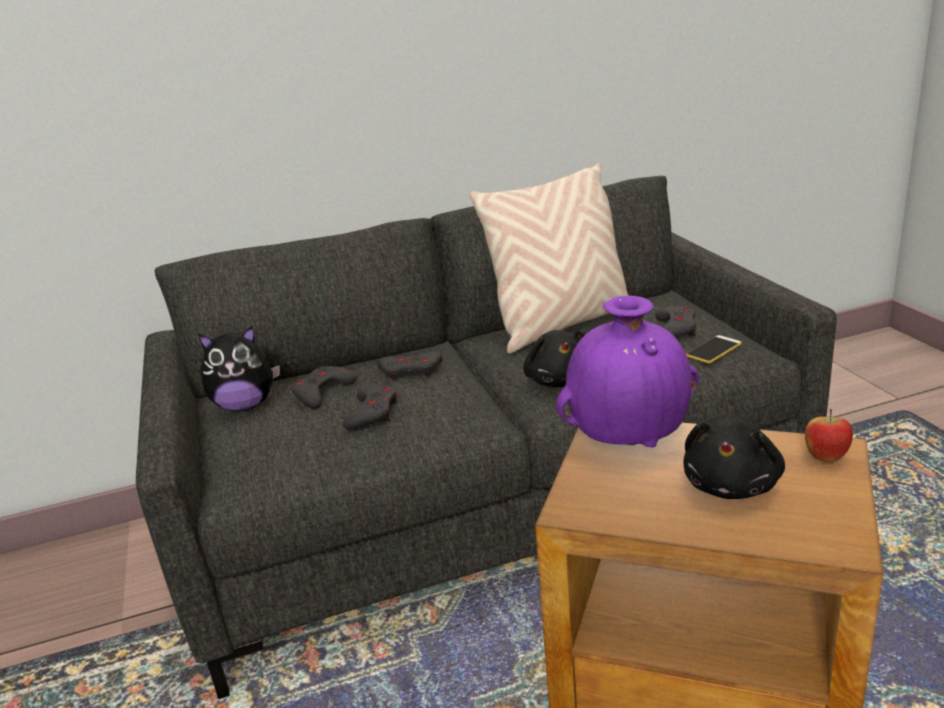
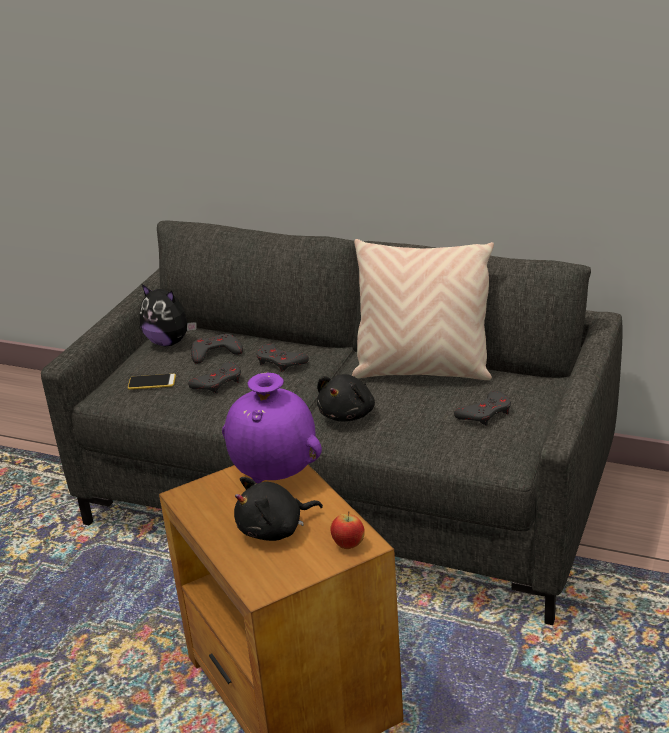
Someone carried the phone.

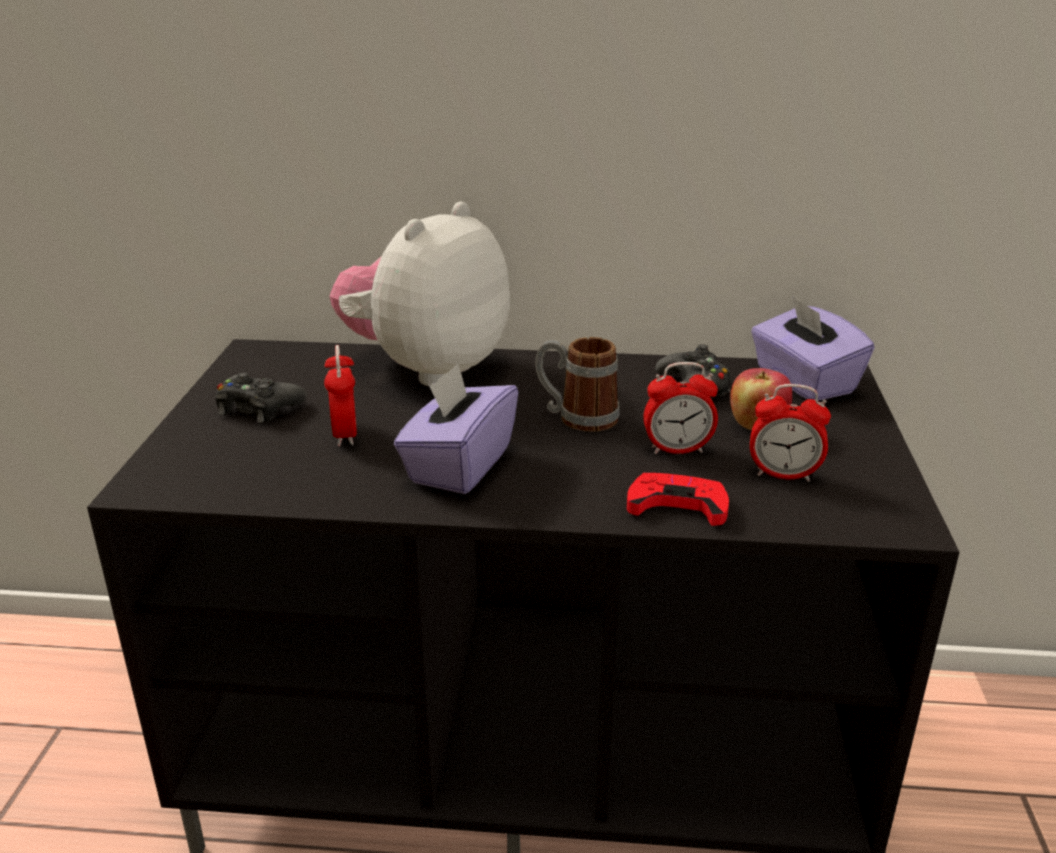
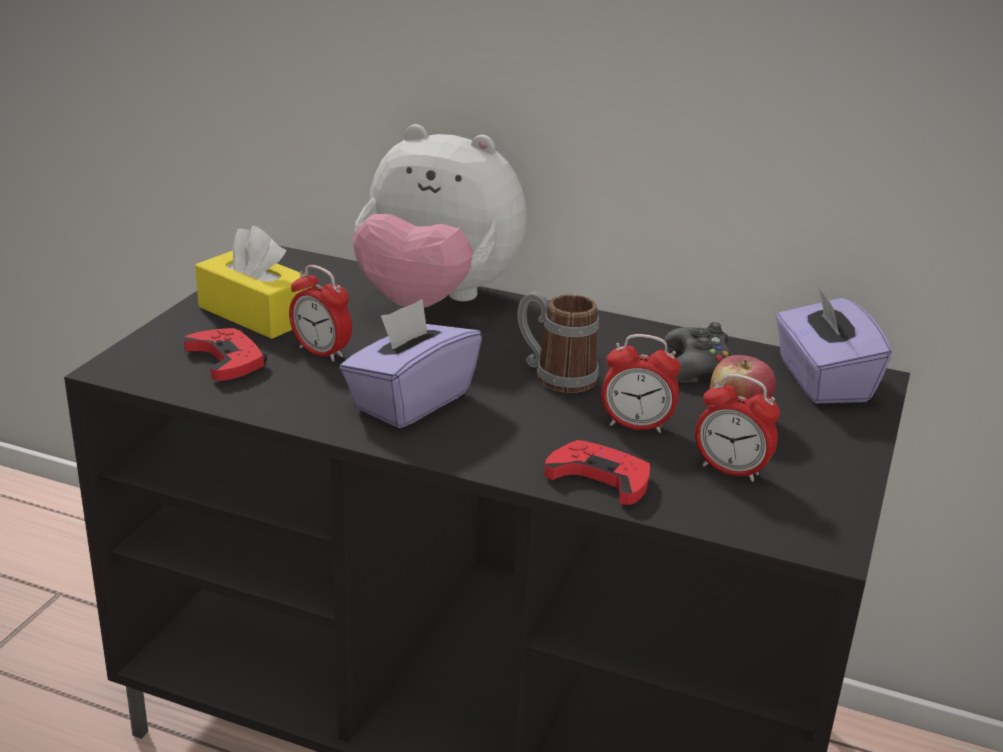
Someone put down the red game controller (no. 1 from left).
Someone swapped the black game controller (no. 1 from left) for the yellow tissue box.
Someone rotated the alarm clock (no. 1 from left) by 120 degrees clockwise.
Someone rotated the plush toy by 120 degrees counterclockwise.

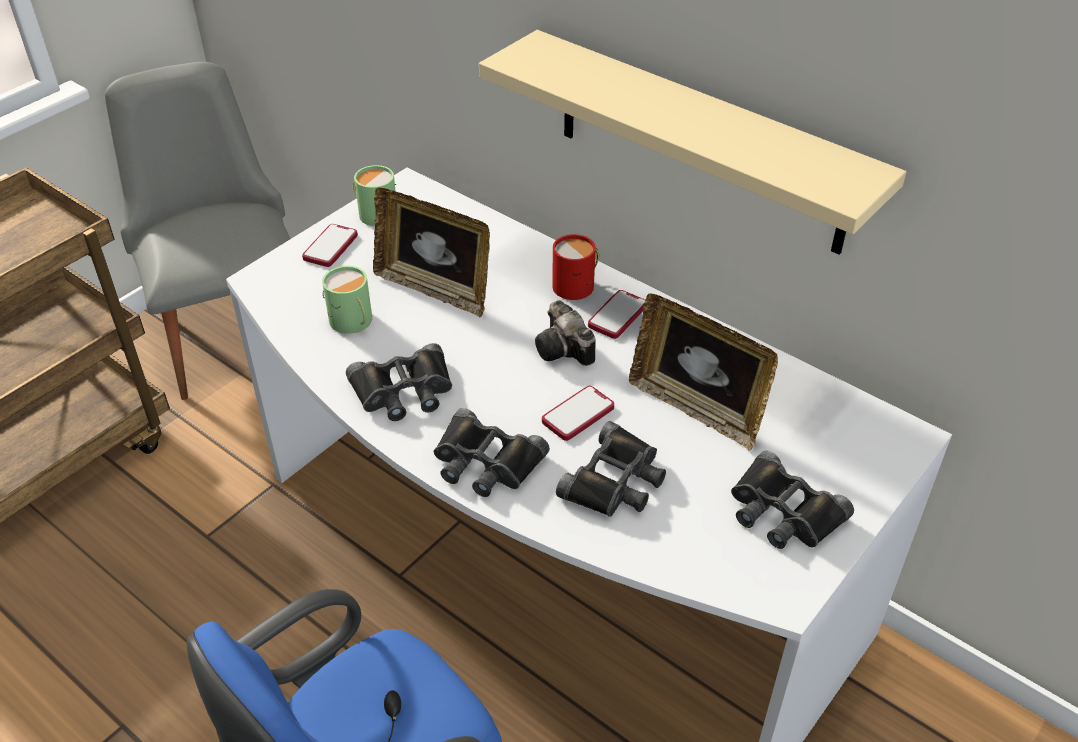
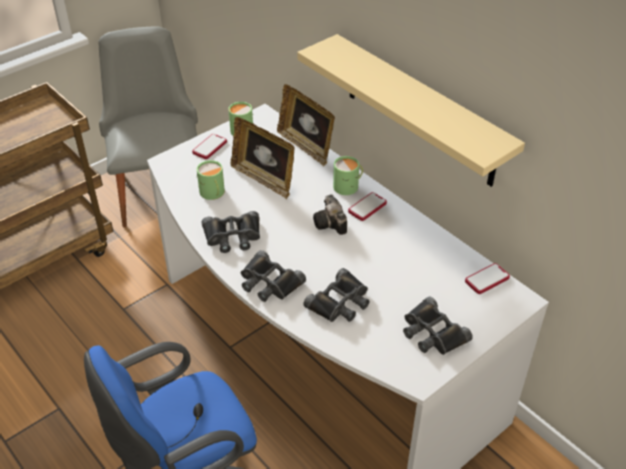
Someone carried the picture frame (no. 2 from left).
Someone repainted the red mug, which became the green mug (no. 3 from left).
Someone carried the phone (no. 2 from left in the first image).

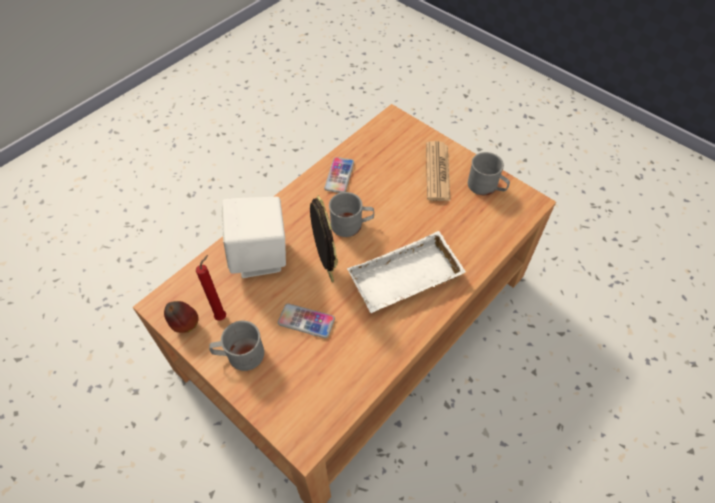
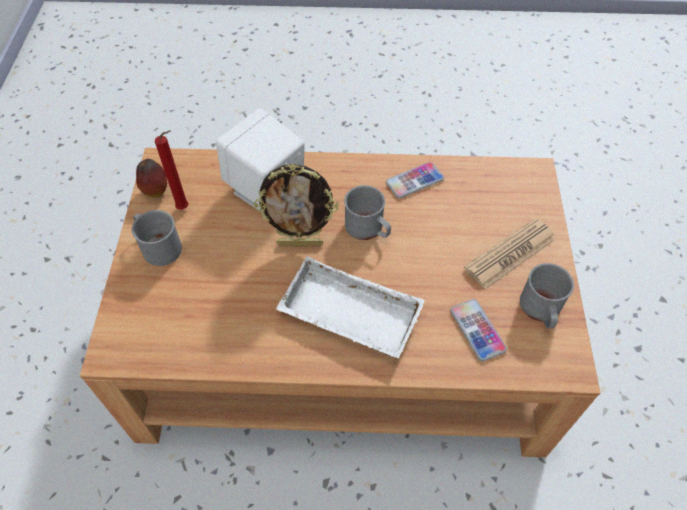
Someone rotated the picture frame by 60 degrees clockwise.
Someone carried the phone (no. 1 from left in the first image).

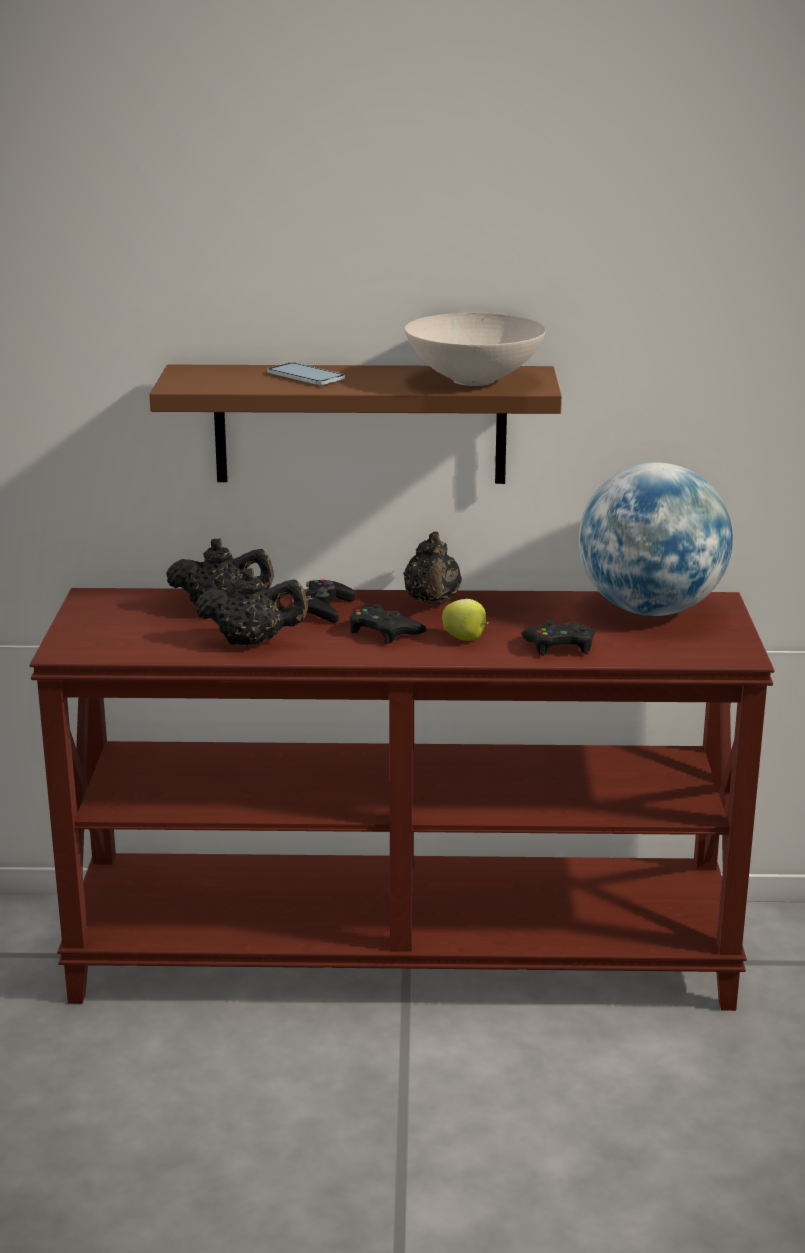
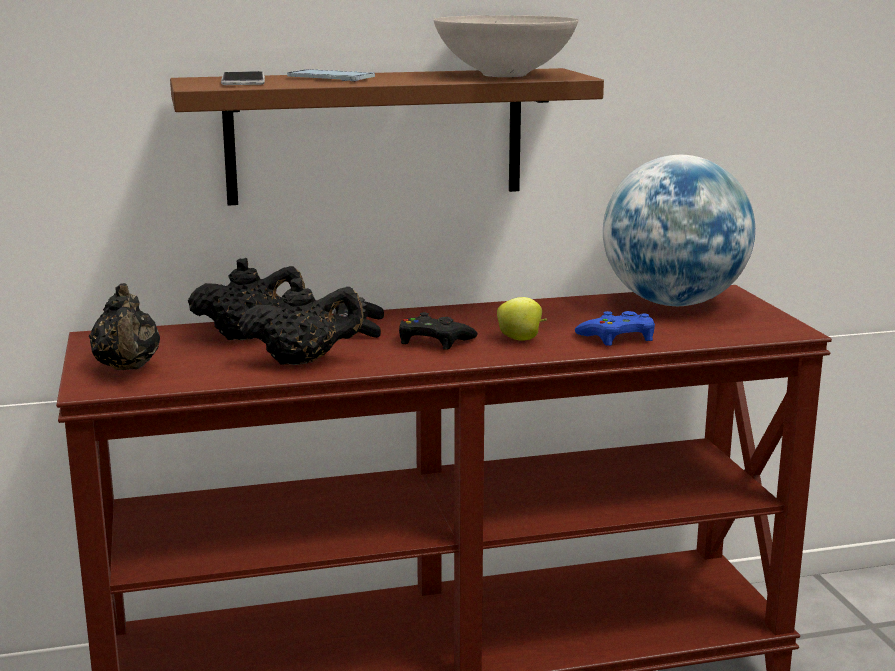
Someone carried the black teapot (no. 3 from left in the first image).
Someone put down the phone (no. 1 from left).
Someone repainted the black game controller (no. 3 from left), which became the blue game controller.

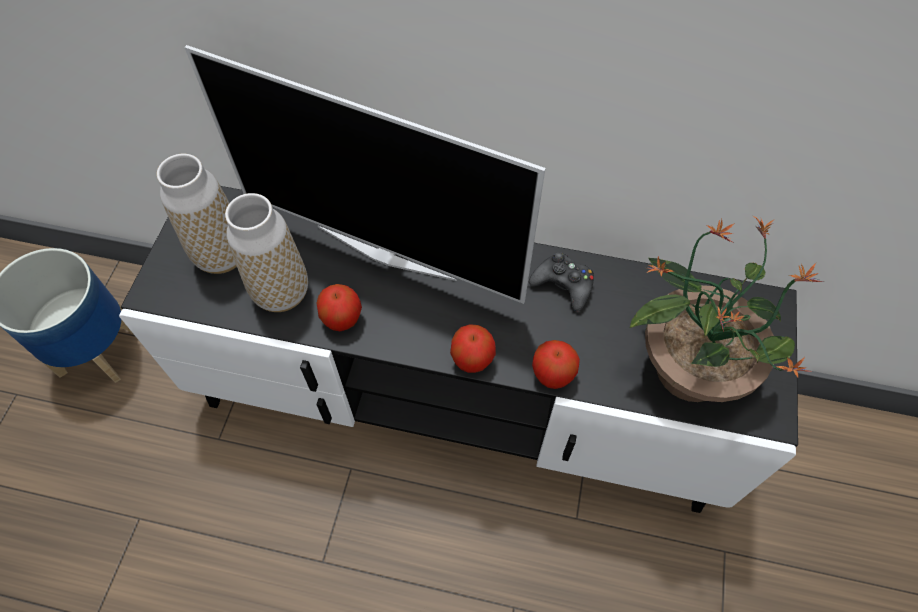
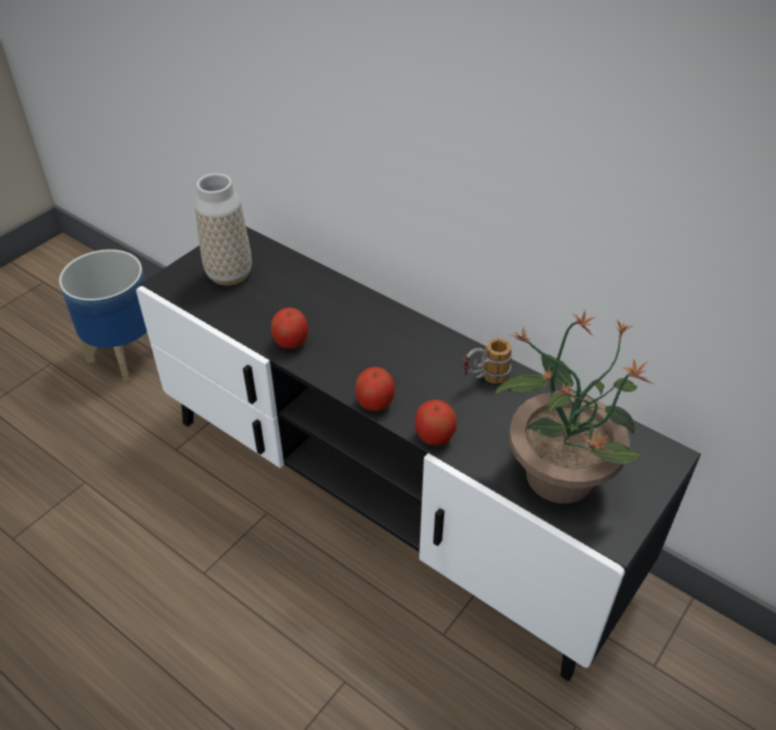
Someone swapped the black game controller for the mug.
Someone took away the television.
Someone took away the vase (no. 2 from left).

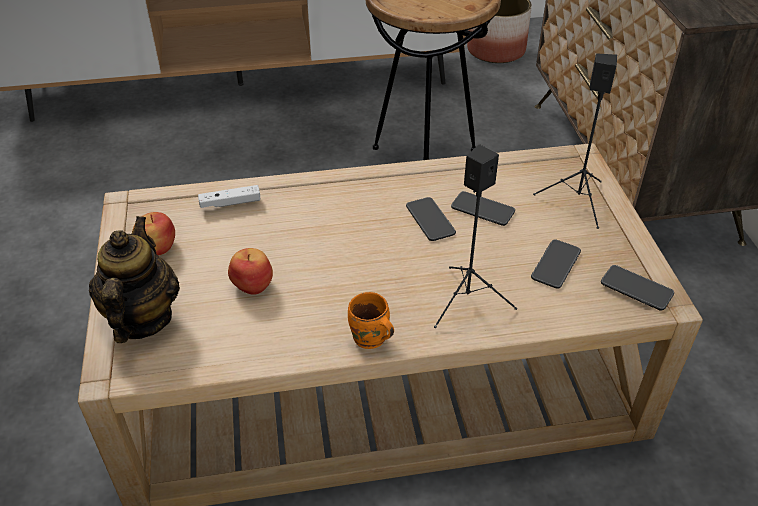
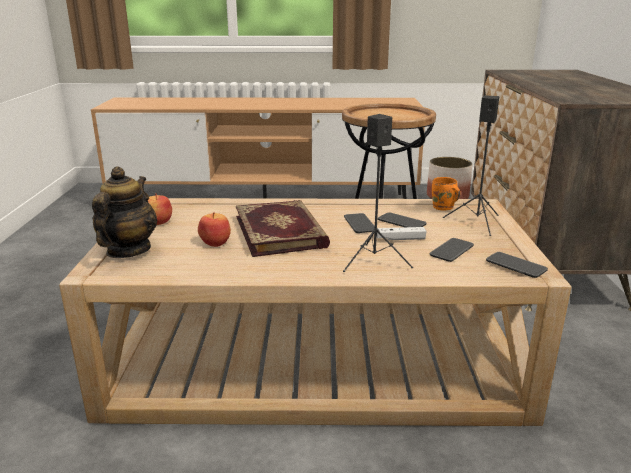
Someone put down the book.
Someone carried the white game controller.
Someone carried the orange mug.

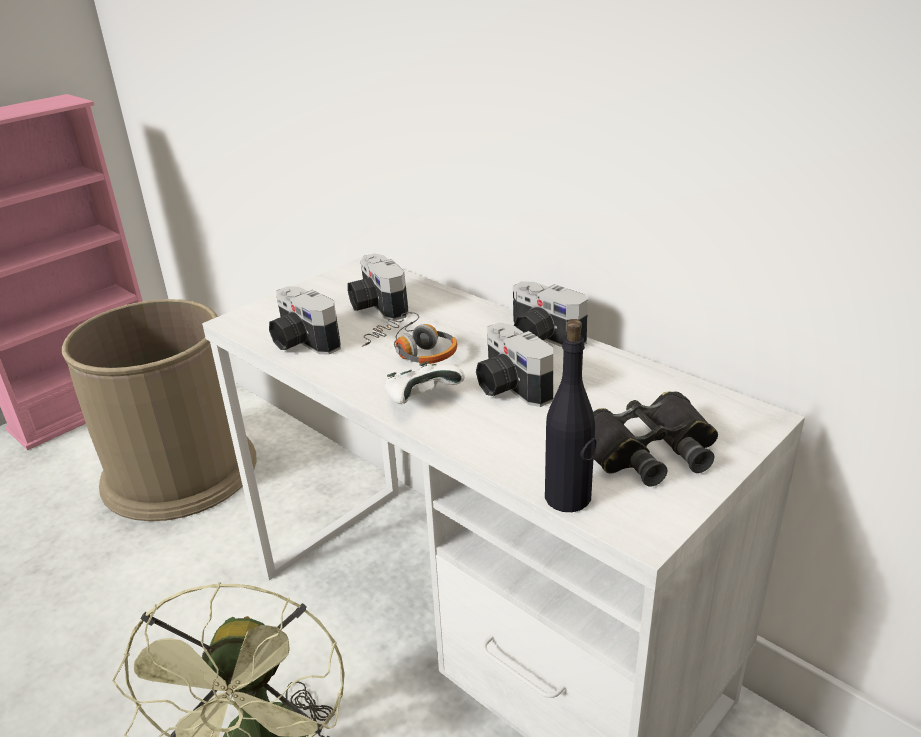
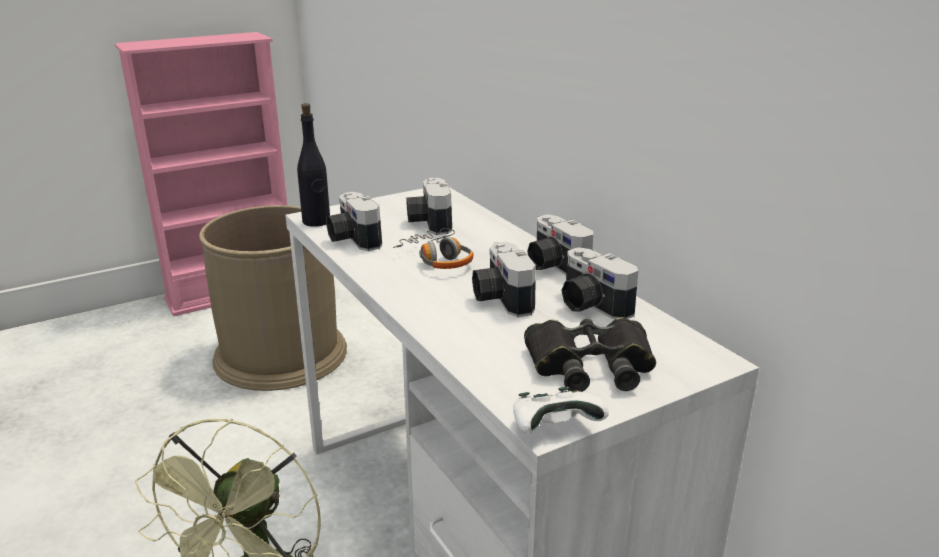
Someone carried the black bottle.
Someone carried the white game controller.
Someone put down the photo camera (no. 5 from left).

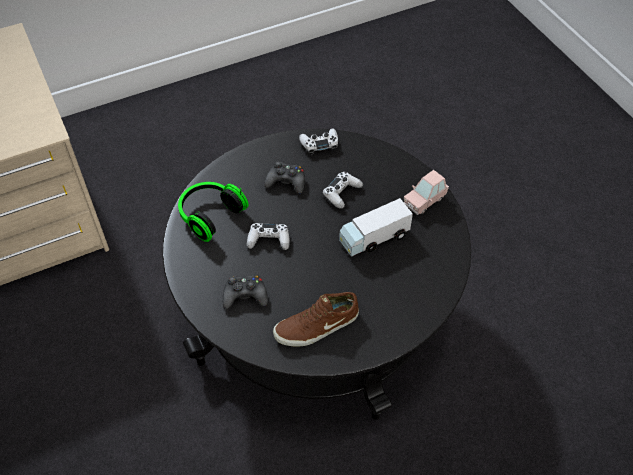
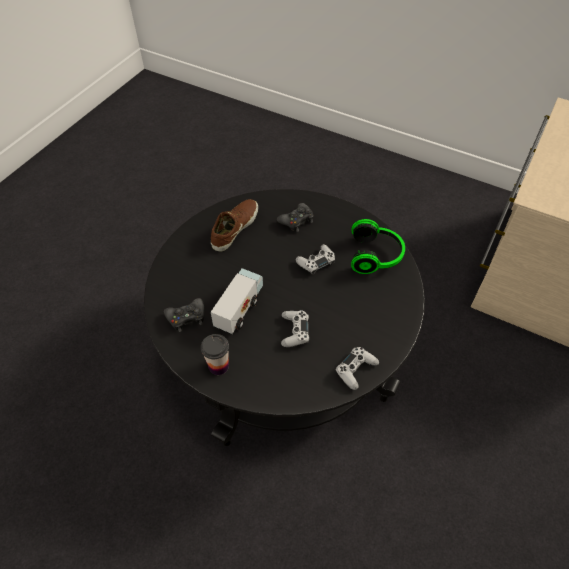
Someone carried the black game controller (no. 2 from left in the first image).
Someone swapped the pink toy car for the cup.

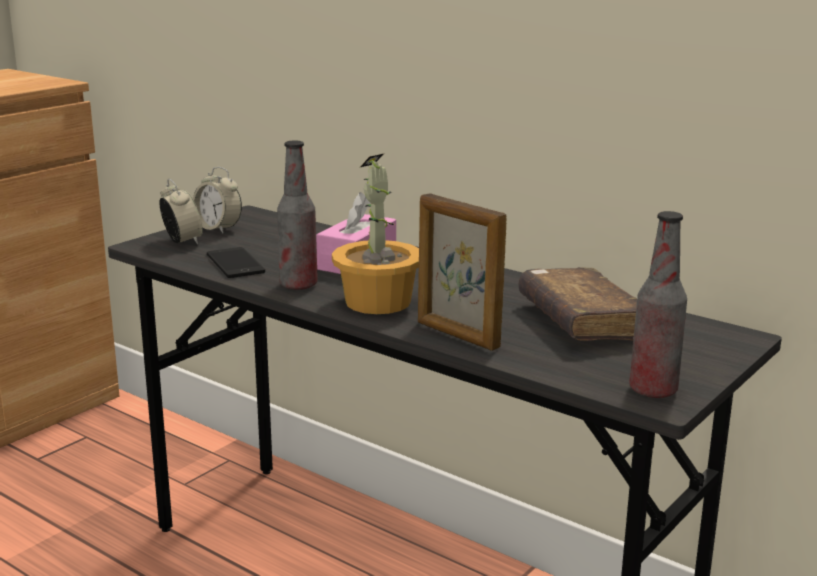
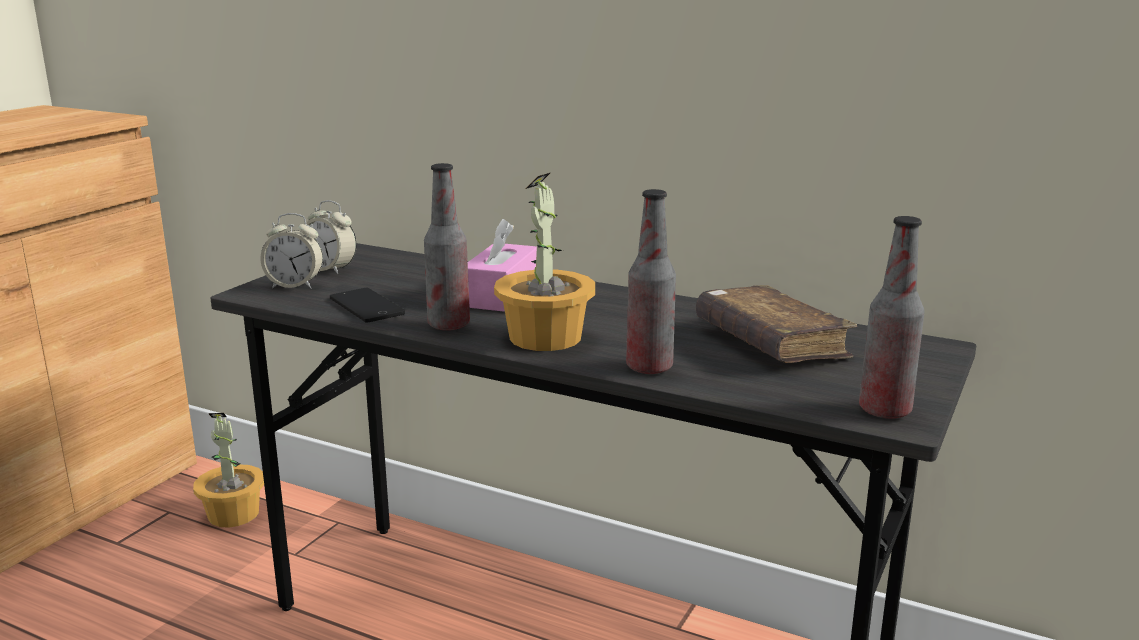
Someone put down the potted plant (no. 1 from left).
Someone rotated the alarm clock (no. 1 from left) by 135 degrees clockwise.
Someone swapped the picture frame for the bottle (no. 2 from left).

